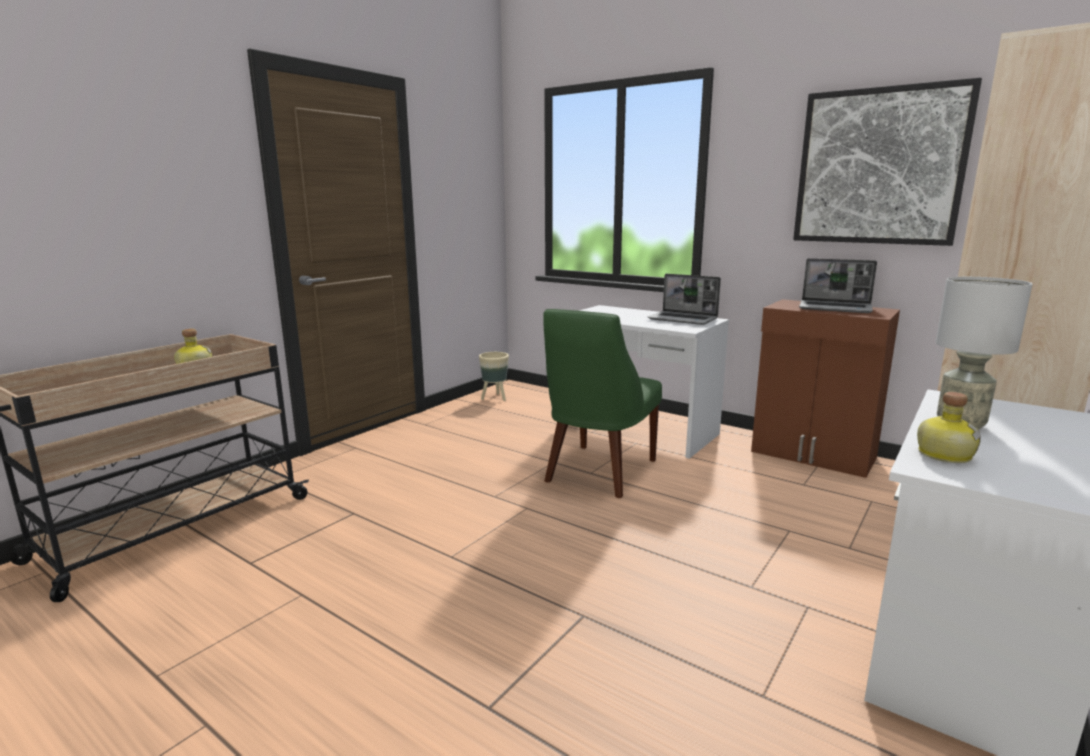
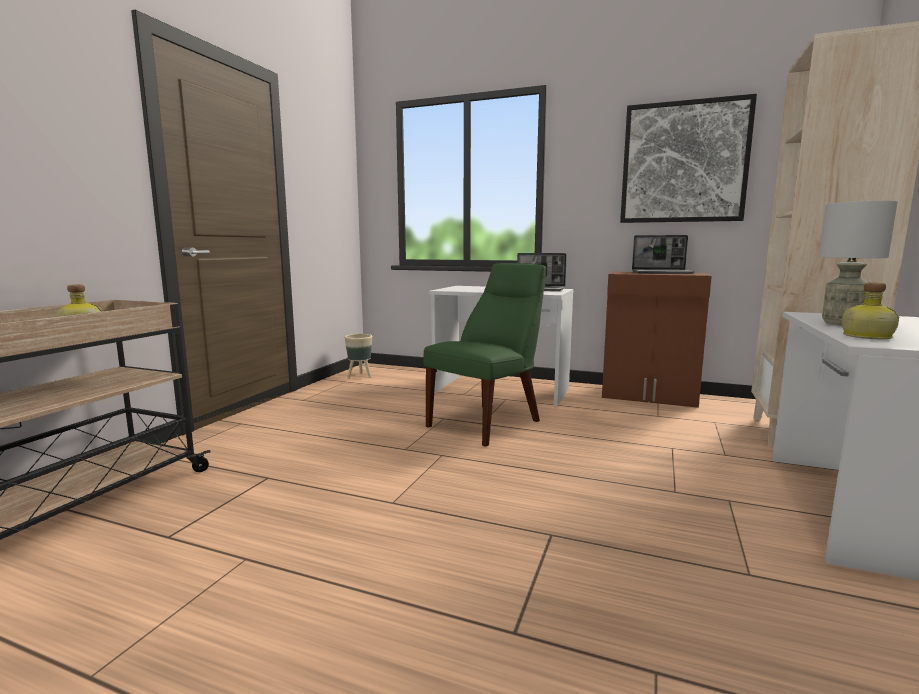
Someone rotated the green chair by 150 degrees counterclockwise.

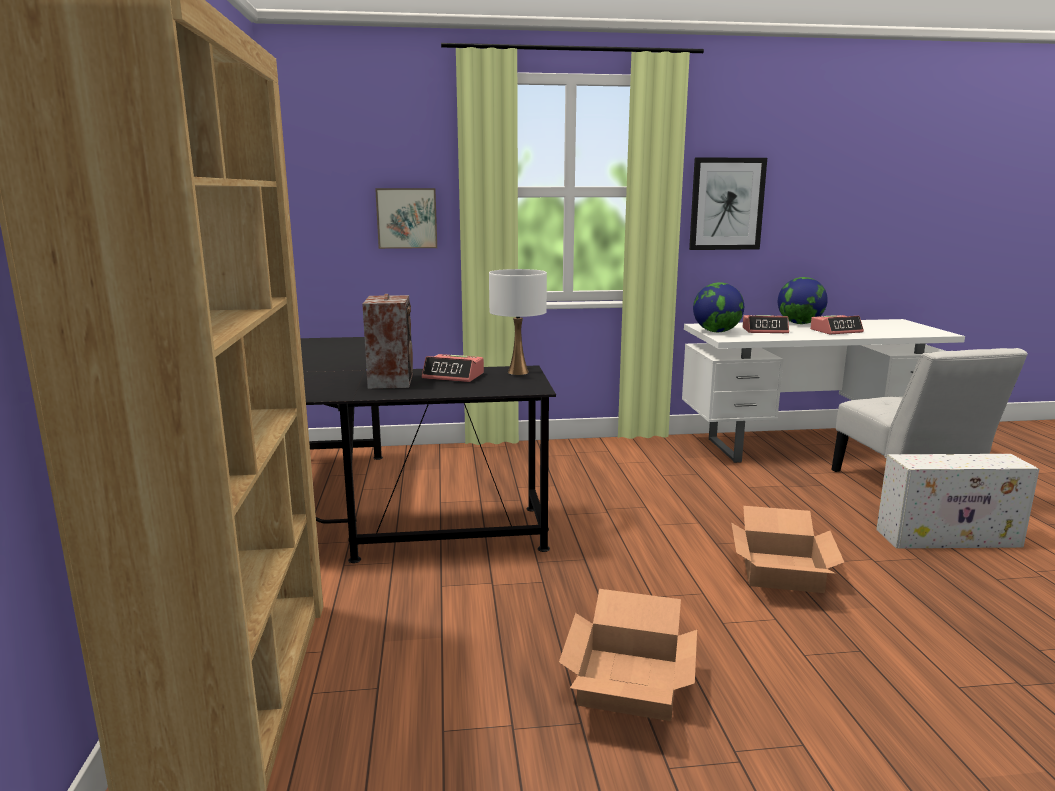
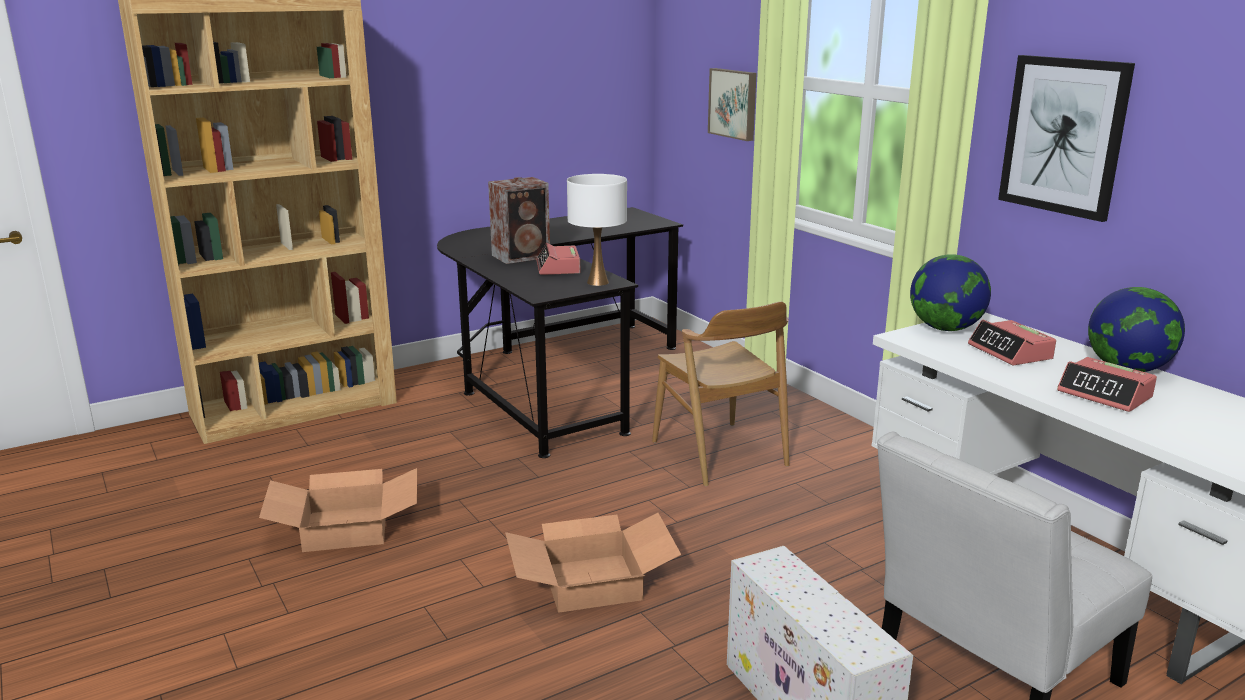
Someone put down the brown chair.

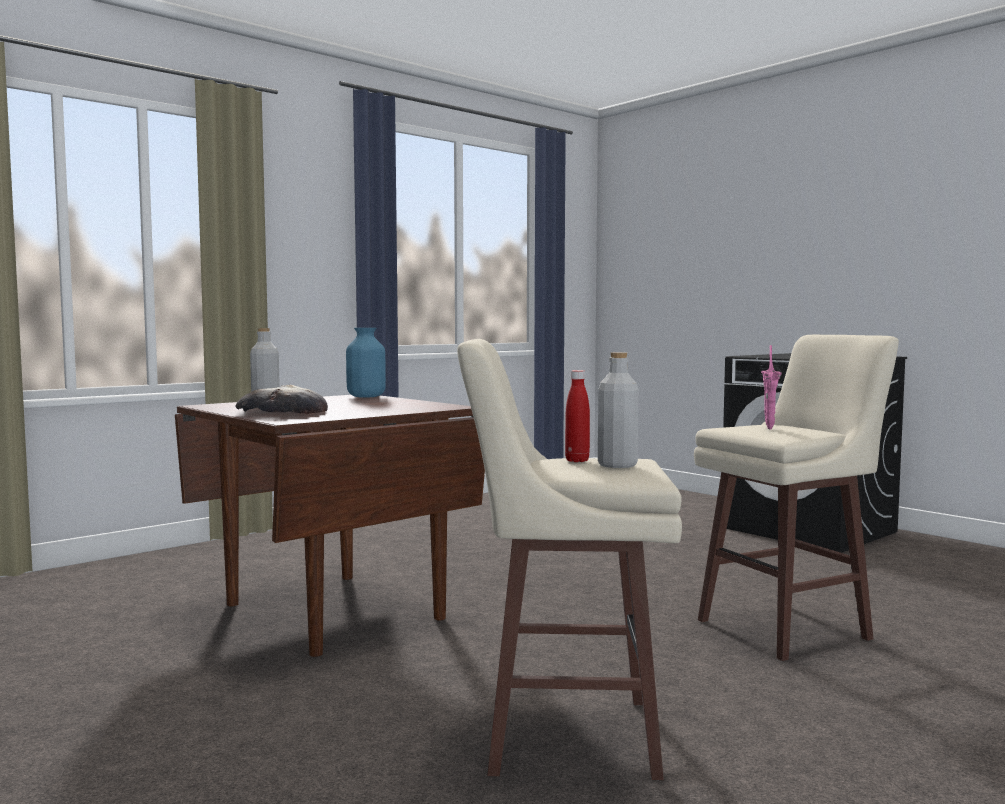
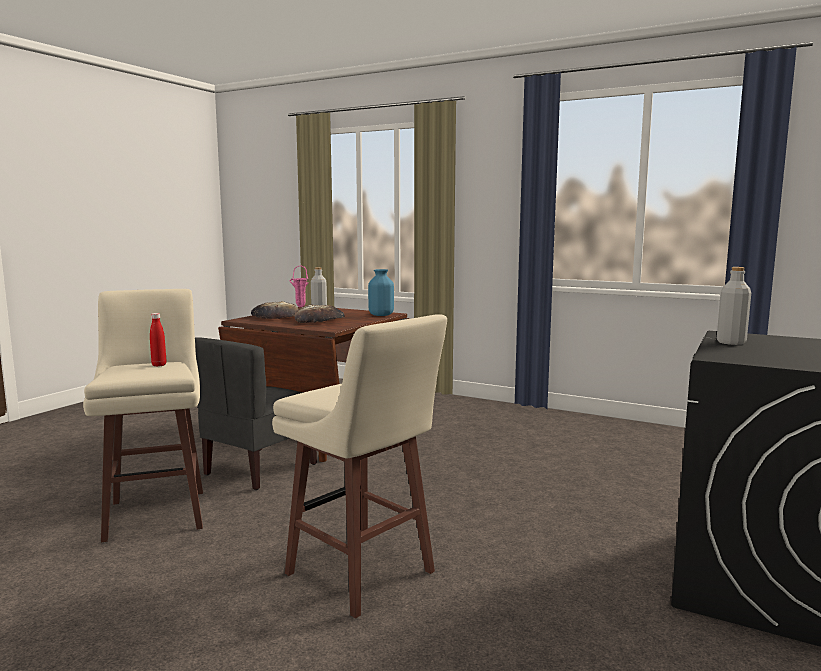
Someone put down the grey chair.
Someone carried the pink vase.
Someone put down the bread (no. 2 from left).
Someone carried the grey bottle (no. 2 from left).

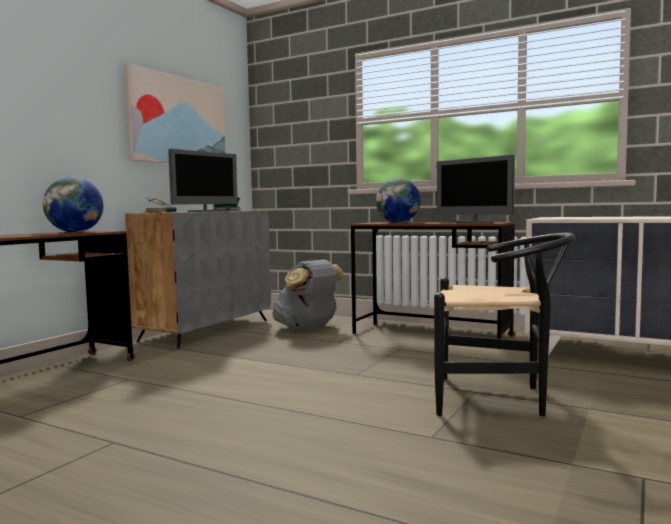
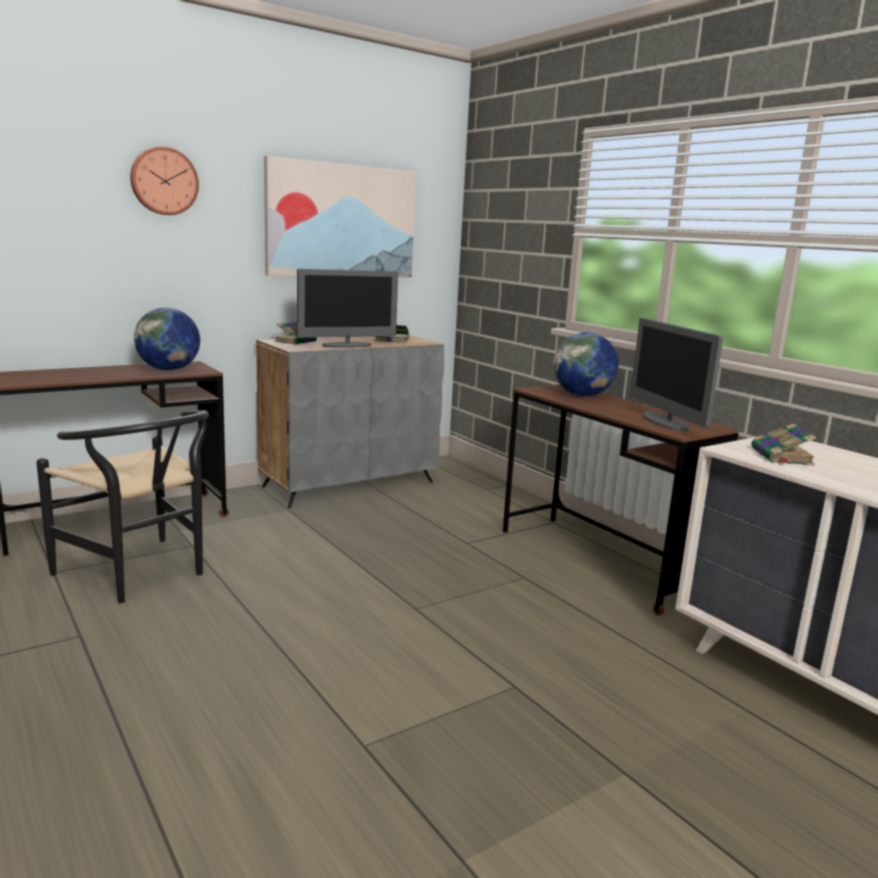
Someone carried the black chair.
Someone put up the wall clock.
Someone put down the book (no. 3 from left).
Someone took away the grey backpack.

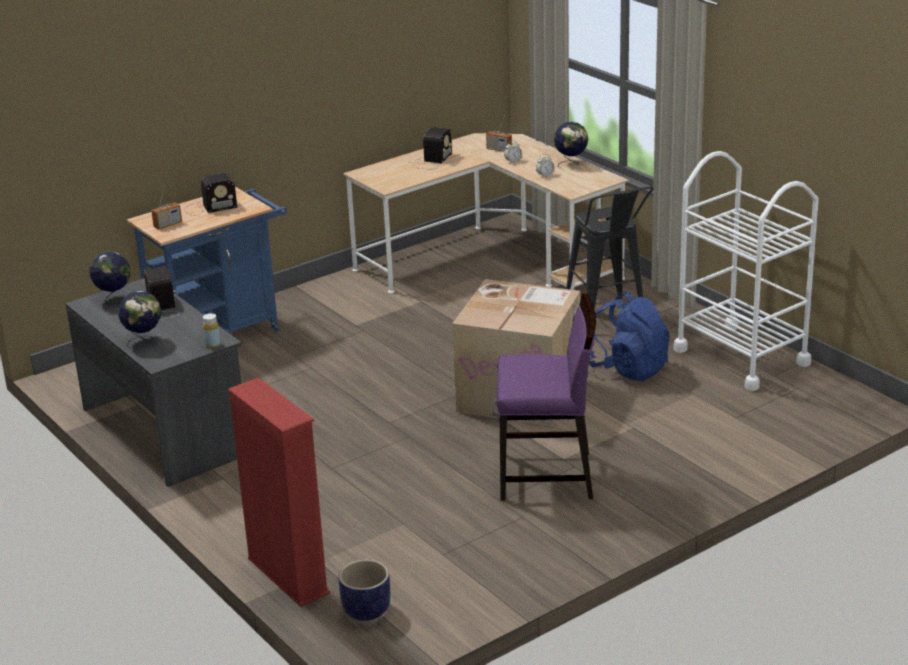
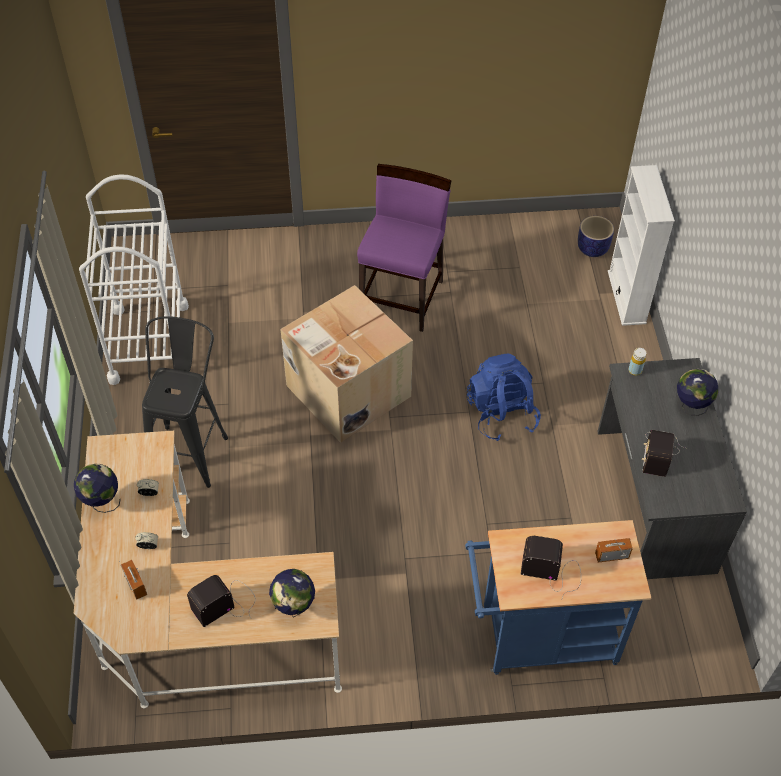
Someone carried the globe (no. 1 from left in the first image).
Someone rotated the purple chair by 75 degrees clockwise.
Someone carried the blue backpack.
Someone repainted the red bookcase, which became the white bookcase.

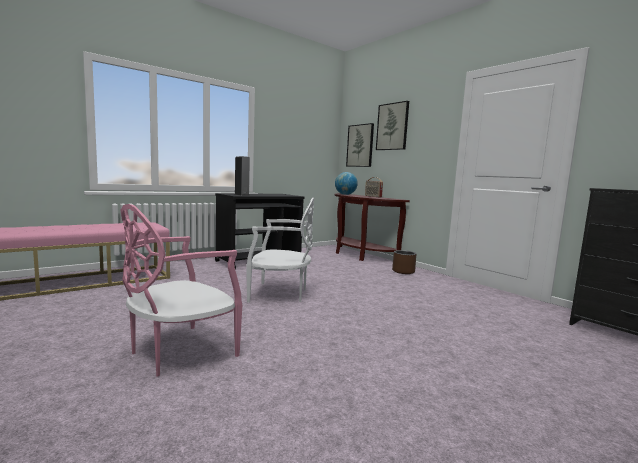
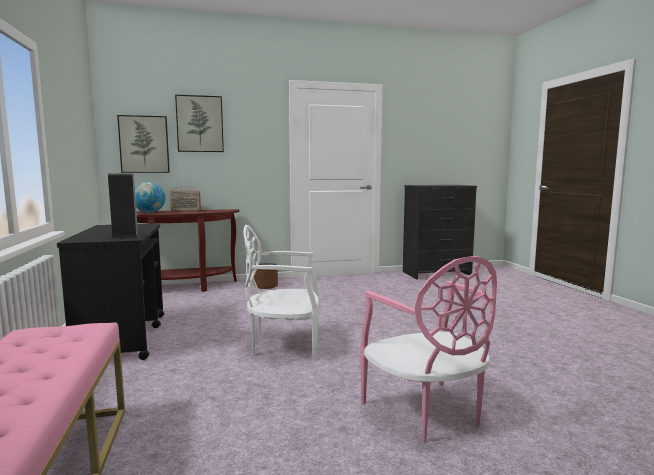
Someone rotated the white chair by 120 degrees counterclockwise.

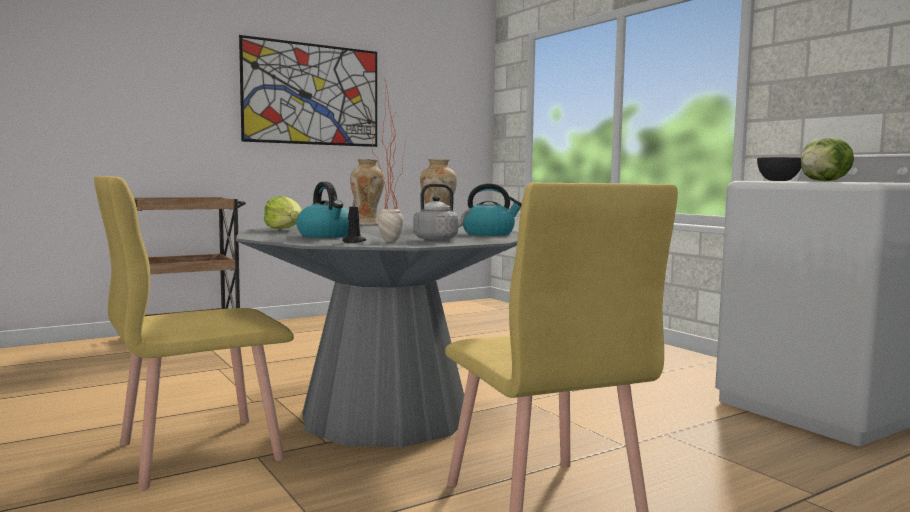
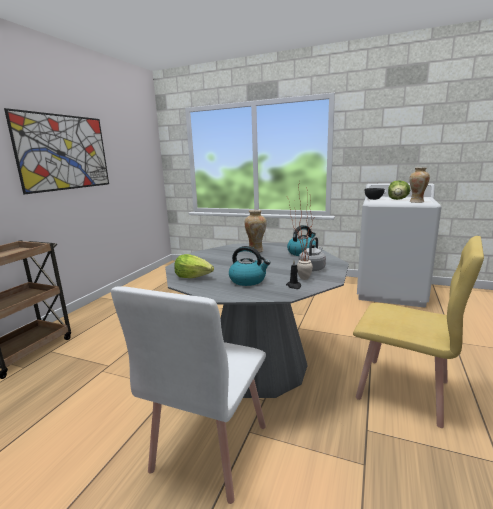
Someone repainted the yellow chair (no. 1 from left), which became the white chair.
Someone carried the vase (no. 1 from left in the first image).

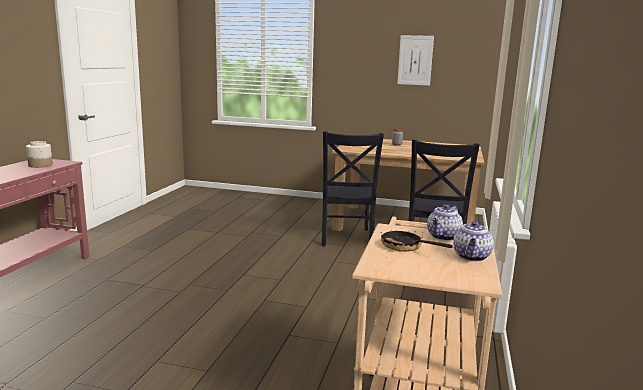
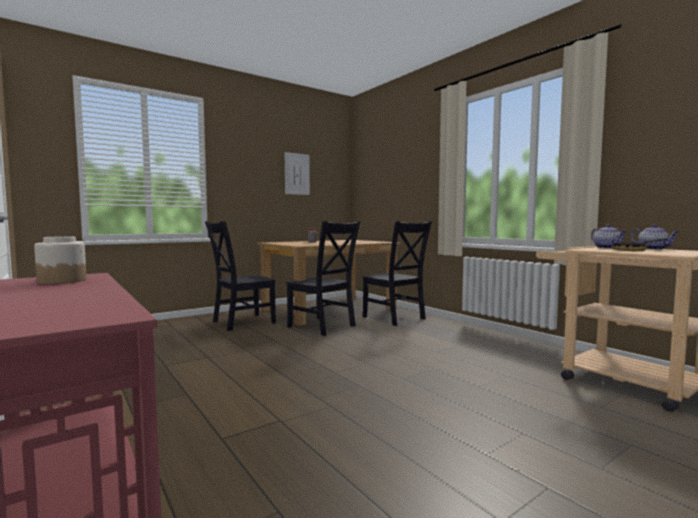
Someone put down the black chair (no. 1 from left).

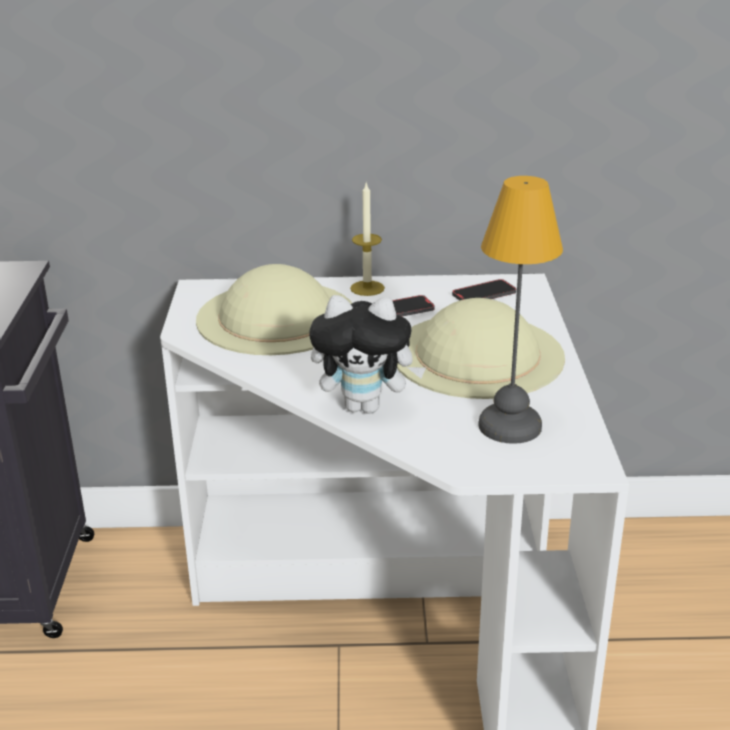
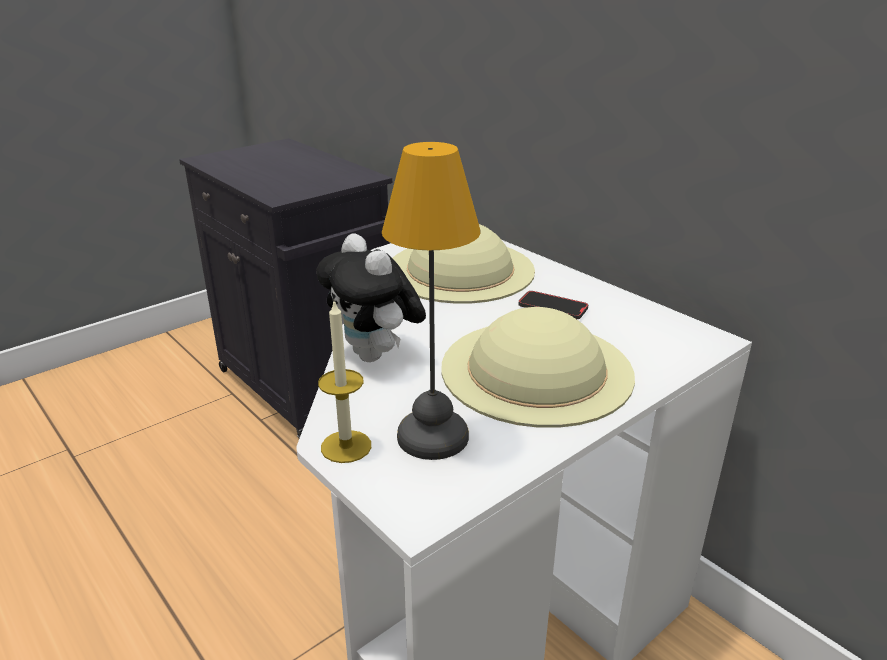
Someone carried the candle.
Someone took away the phone (no. 2 from left).

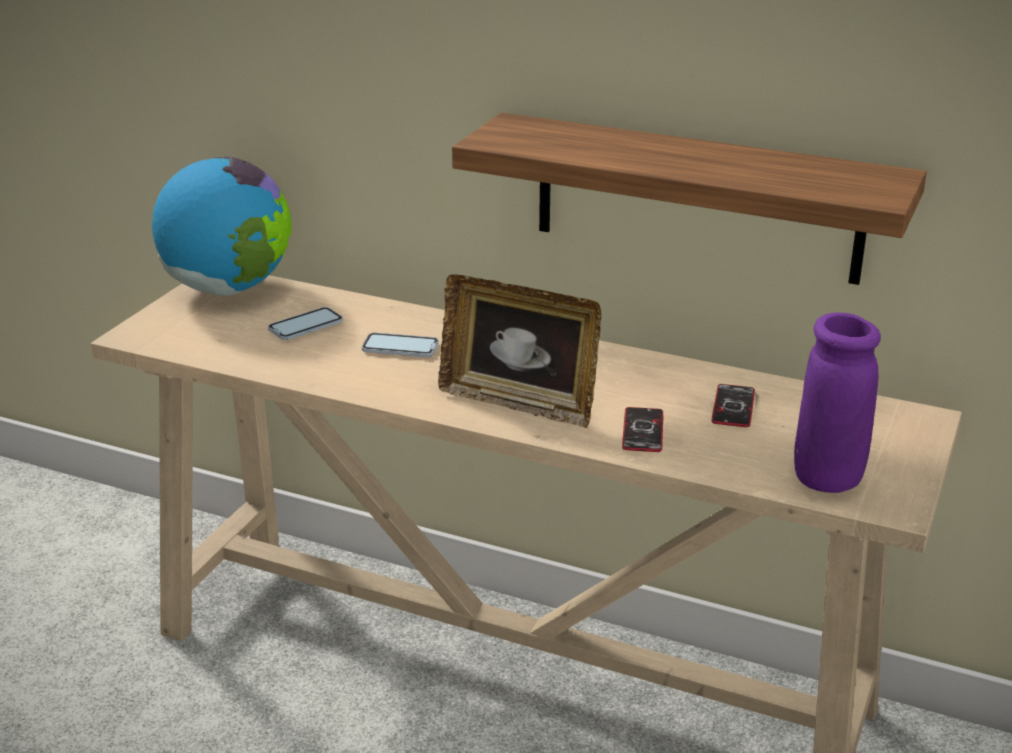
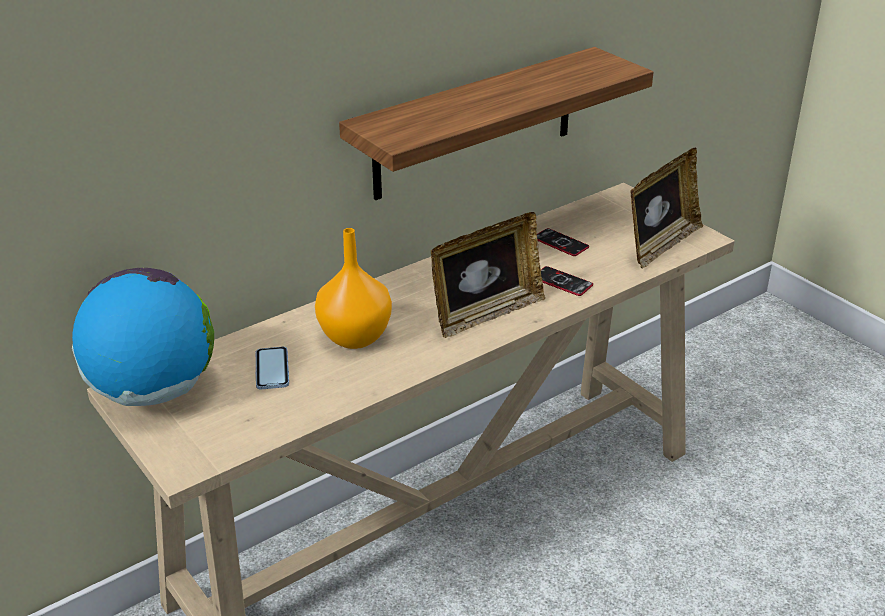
Someone swapped the phone (no. 2 from left) for the orange vase.
Someone swapped the purple vase for the picture frame (no. 2 from left).

